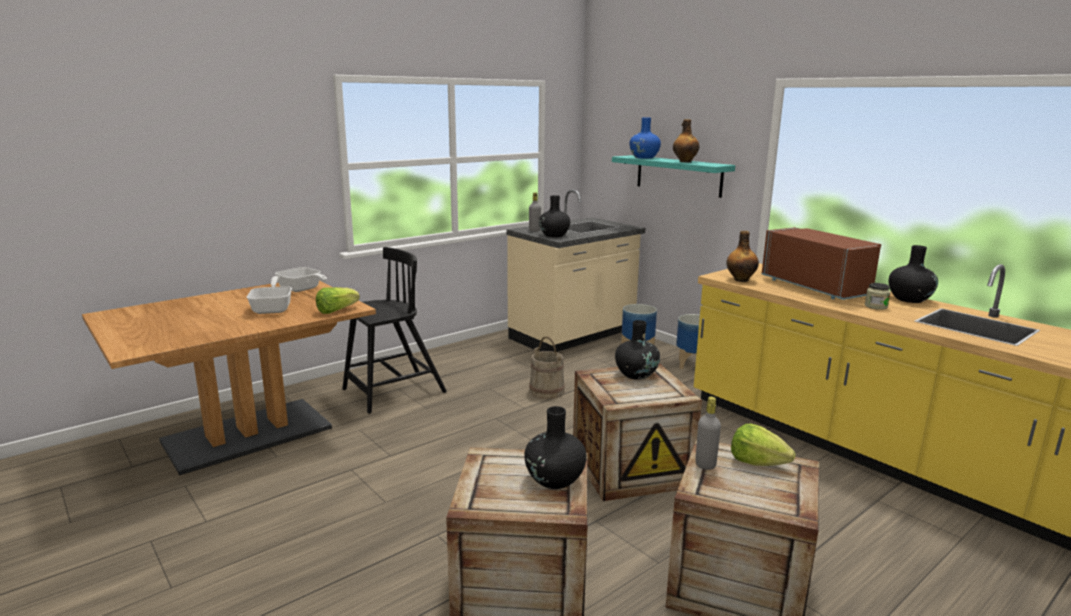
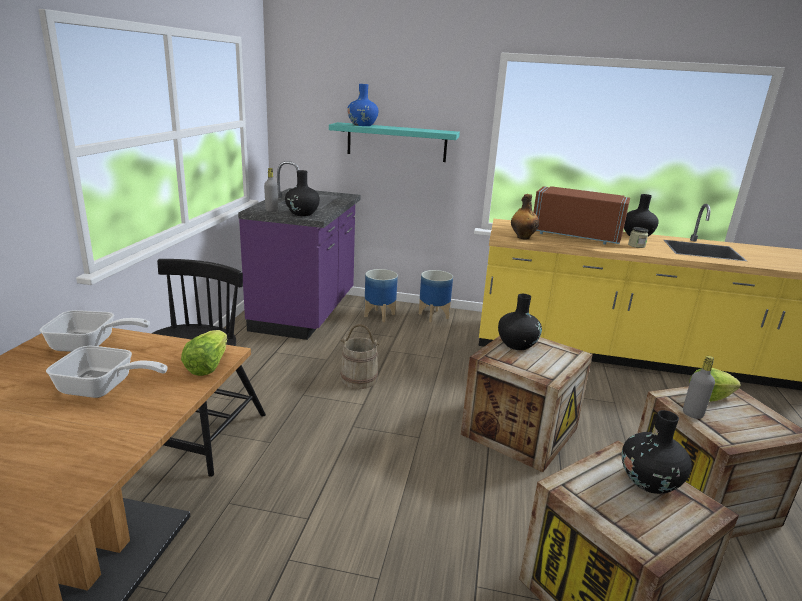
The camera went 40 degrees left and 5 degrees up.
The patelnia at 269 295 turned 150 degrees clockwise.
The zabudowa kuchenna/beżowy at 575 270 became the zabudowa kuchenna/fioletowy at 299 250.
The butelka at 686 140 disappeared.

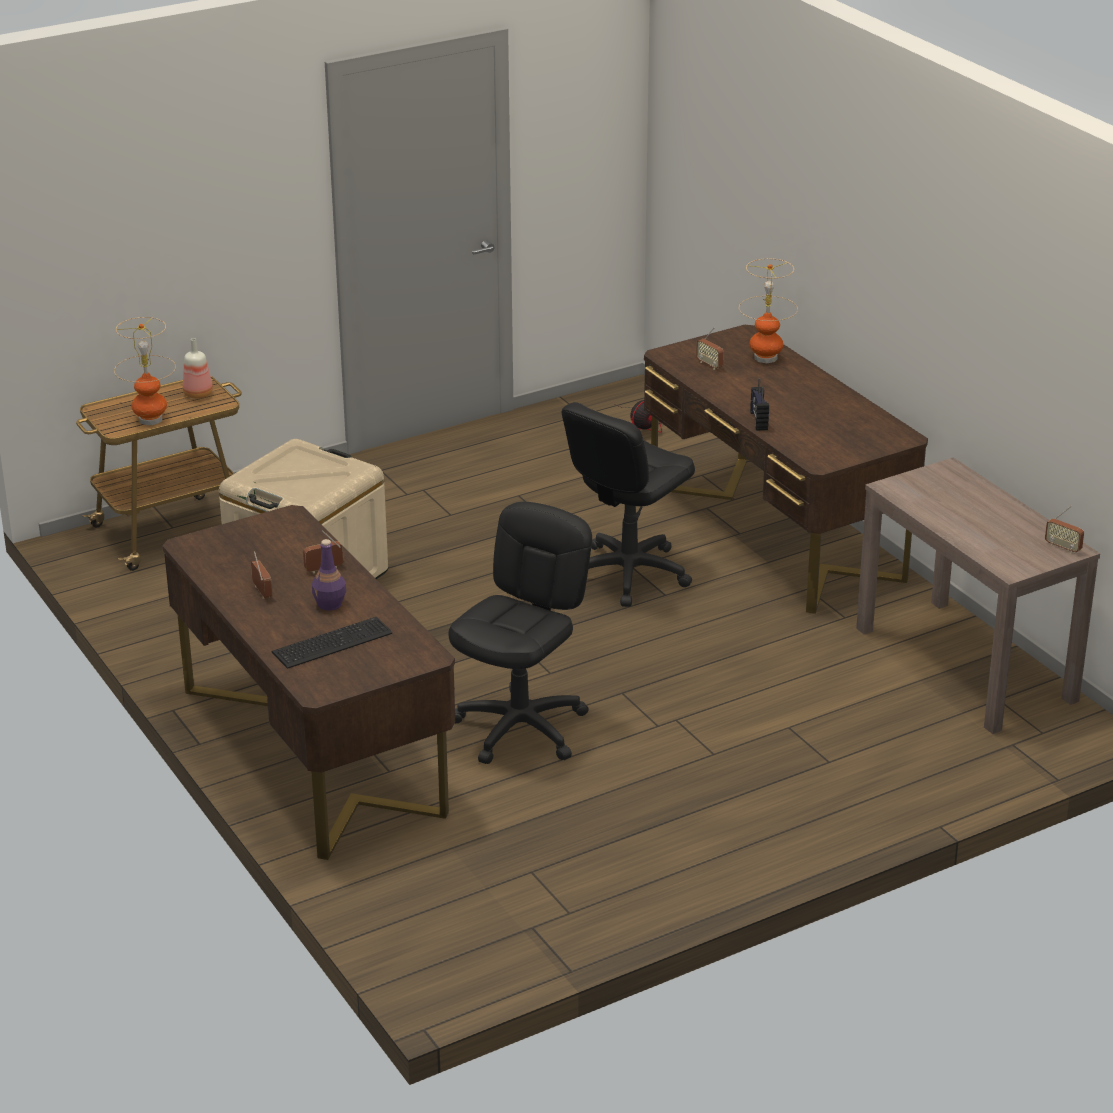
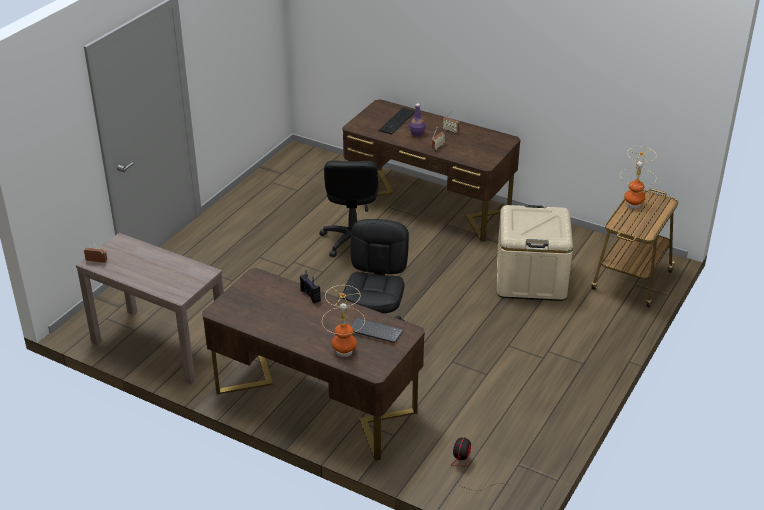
The camera went 150 degrees right and 5 degrees up.
The radio at 710 348 was replaced by the klawiatura at 377 330.
The butelka at 198 368 disappeared.

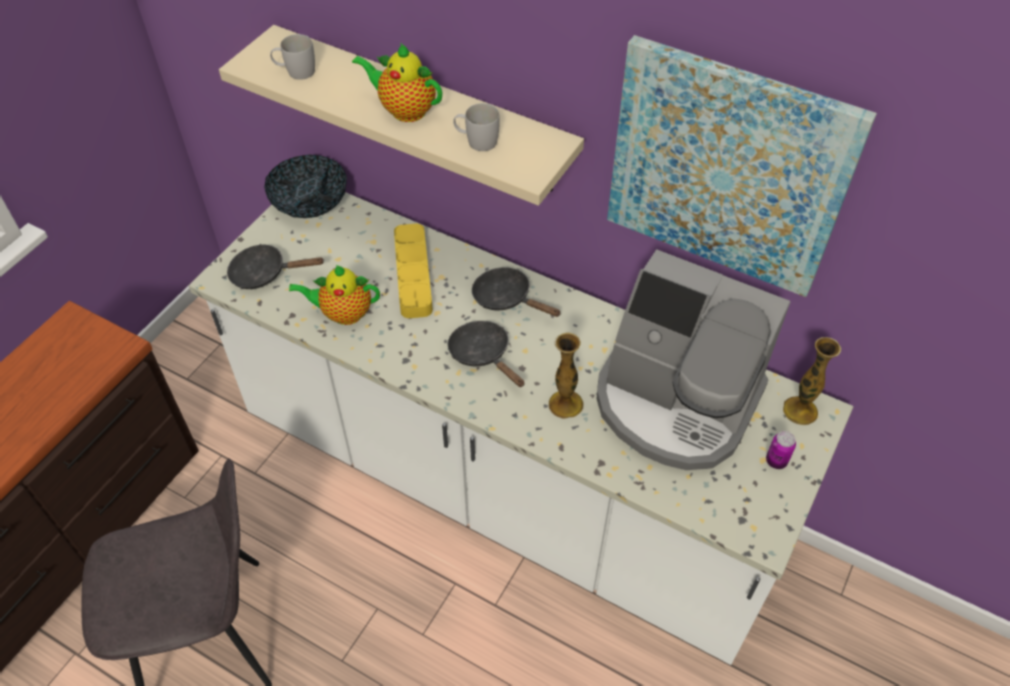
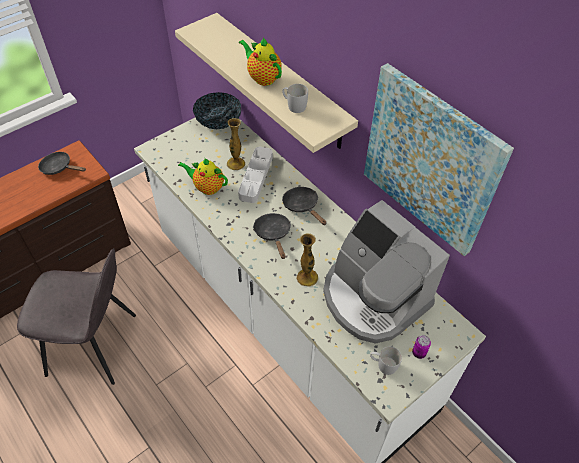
The camera went 20 degrees right and 0 degrees up.
The patelnia/czarny moved from 276 266 to 62 163.
The wazon moved from 812 381 to 236 144.
The taca/żółty at 413 271 became the taca/szary at 255 175.
The kubek/biały moved from 292 57 to 386 360.

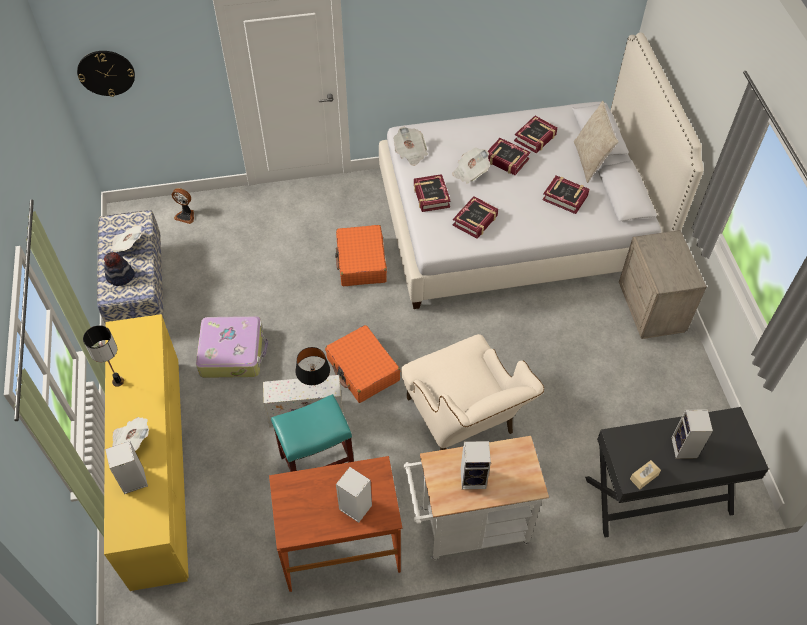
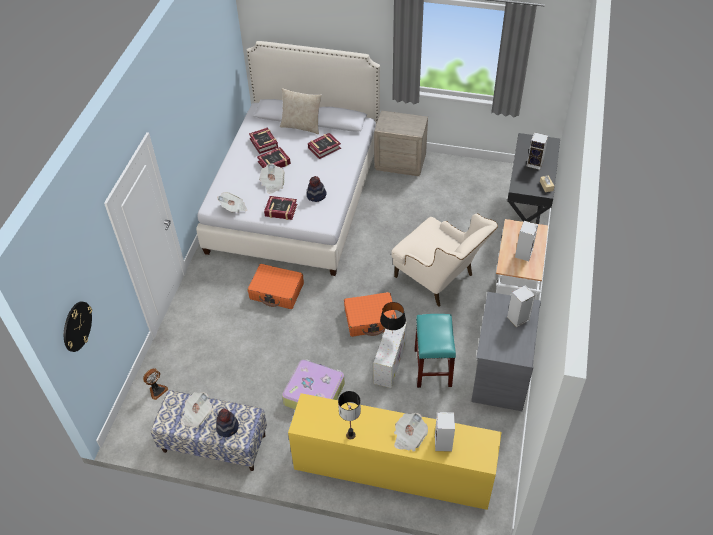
The camera went 65 degrees left and 5 degrees down.
The książka at 475 217 was replaced by the kapelusz at 317 189.
The fotel/beżowy at 472 392 turned 45 degrees clockwise.
The biurko/brązowy at 335 524 became the biurko/szary at 506 351.

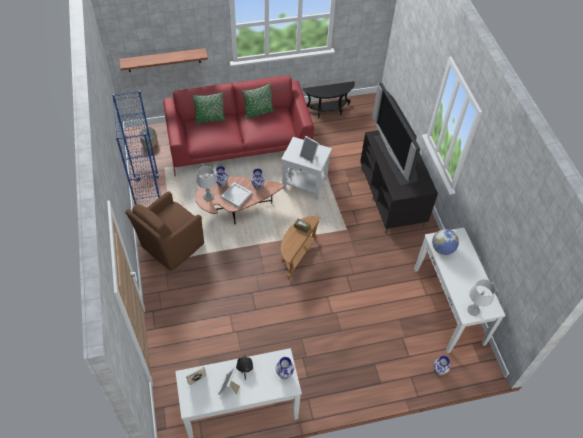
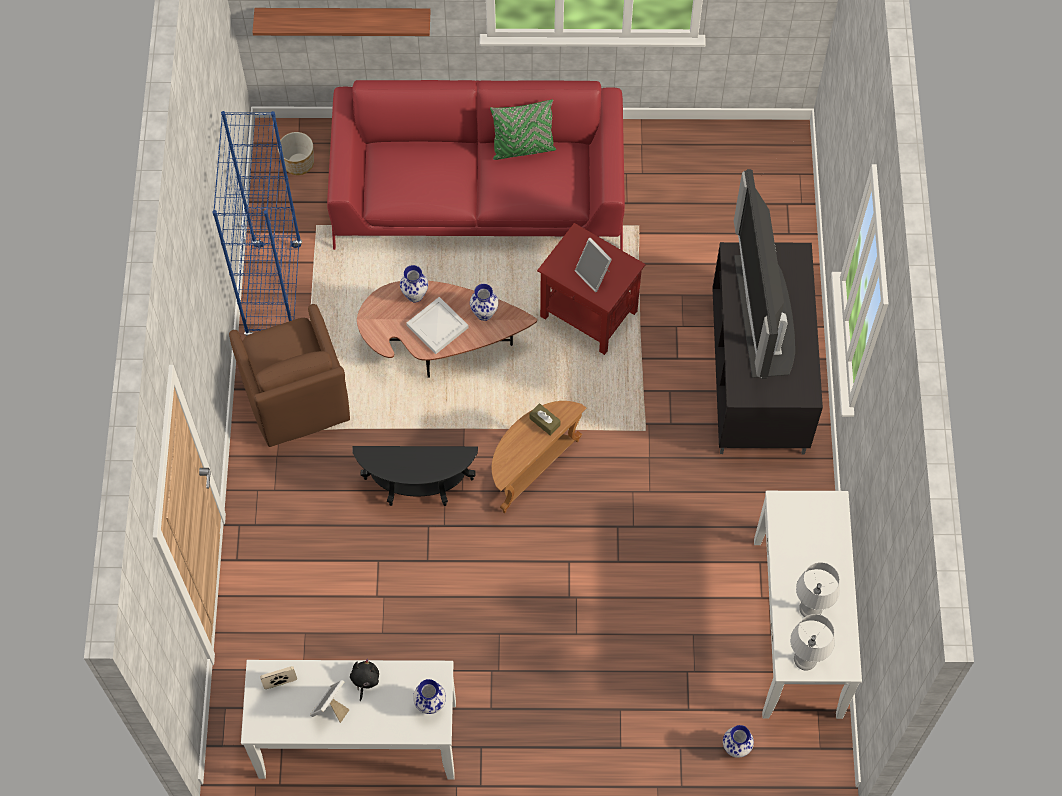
The camera went 15 degrees right and 10 degrees up.
The fotel/brązowy at 164 231 turned 75 degrees counterclockwise.
The stolik/czarny moved from 329 100 to 415 476.
The stolik/biały at 306 168 became the stolik/czerwony at 591 289.
The lampa stołowa/szary moved from 206 183 to 818 589.
The poduszka/zielony at 209 108 disappeared.
The globus at 445 242 disappeared.

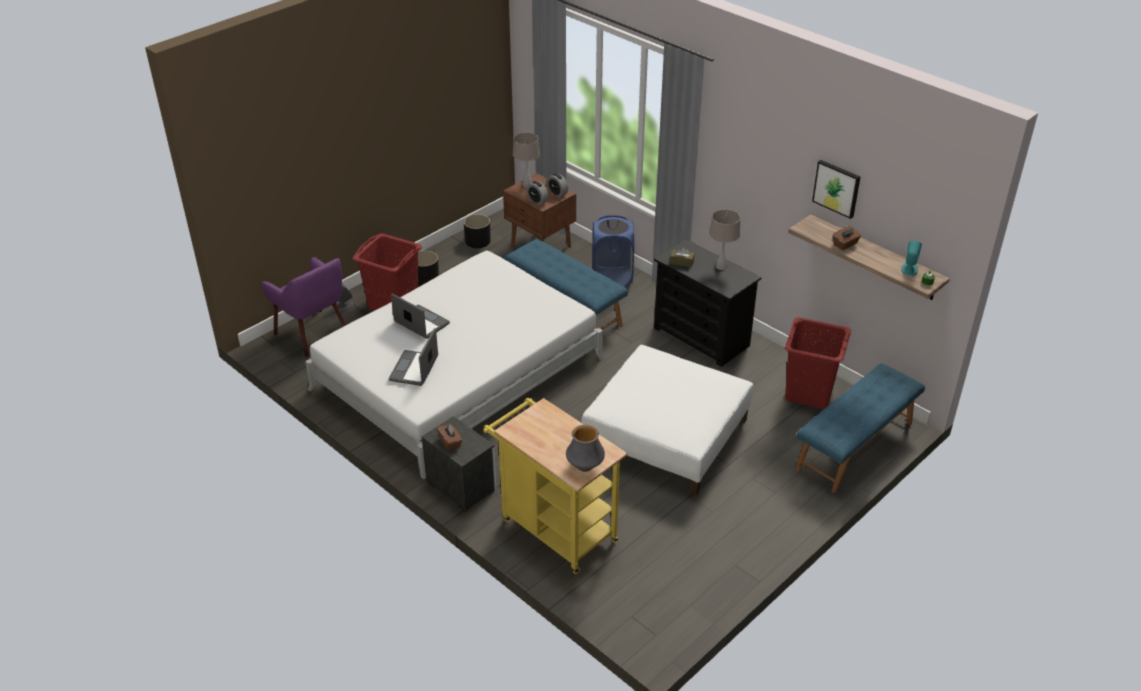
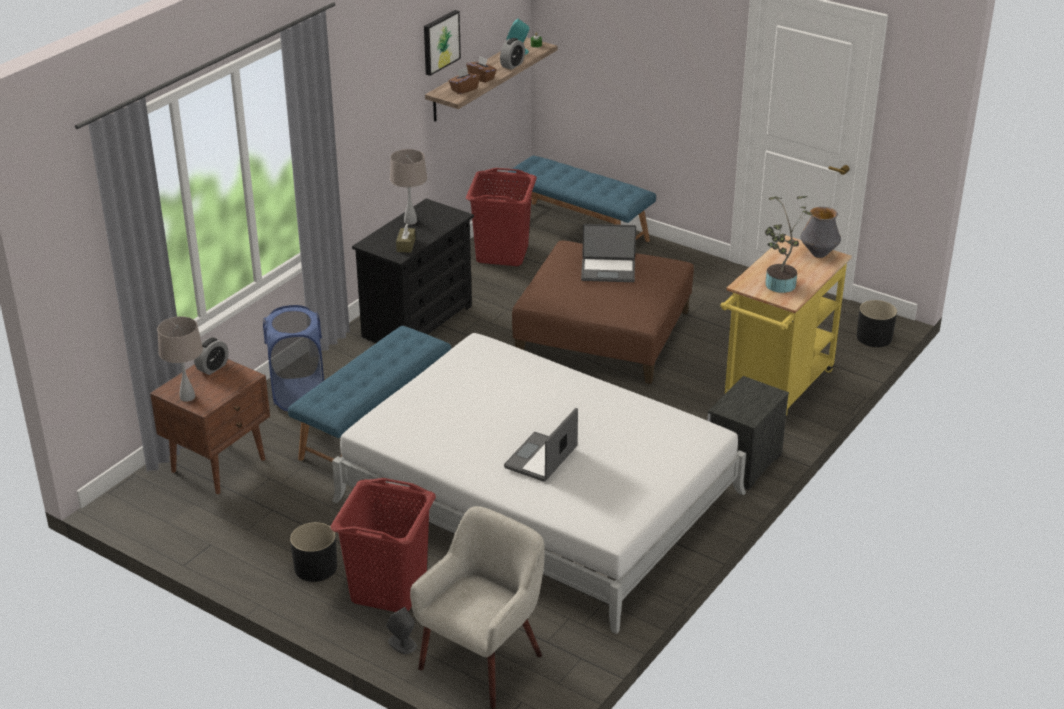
The camera went 100 degrees left and 5 degrees down.
The fotel/fioletowy at 304 307 became the fotel/beżowy at 477 607.
The pudełko chusteczek/brązowy moved from 449 437 to 464 80.
The budzik moved from 537 193 to 512 54.
The pufa/biały at 667 420 became the pufa/brązowy at 603 312.
The laptop moved from 413 357 to 608 253.
The roślina doniczkowa at 788 244 appeared.
The donica/czarny moved from 477 231 to 877 323.

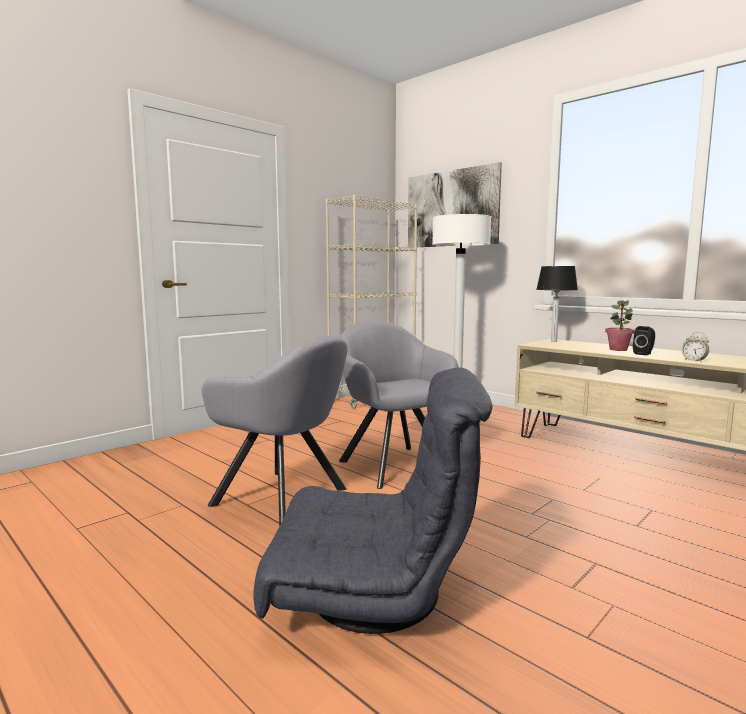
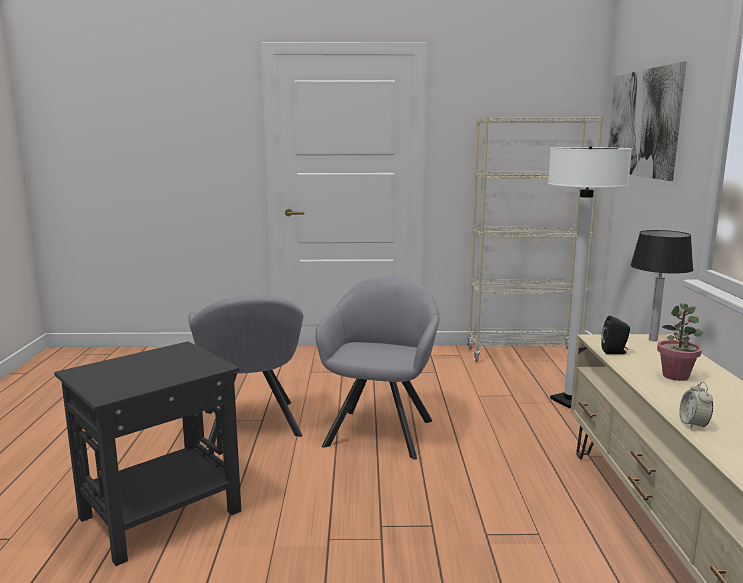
The camera went 45 degrees right and 5 degrees up.
The fotel/szary at 373 500 was replaced by the stolik/czarny at 147 453.
The głośnik/czarny moved from 644 340 to 615 335.

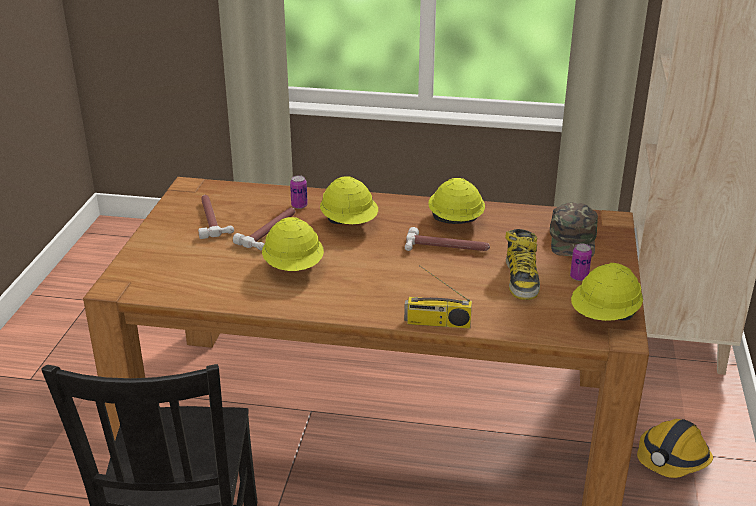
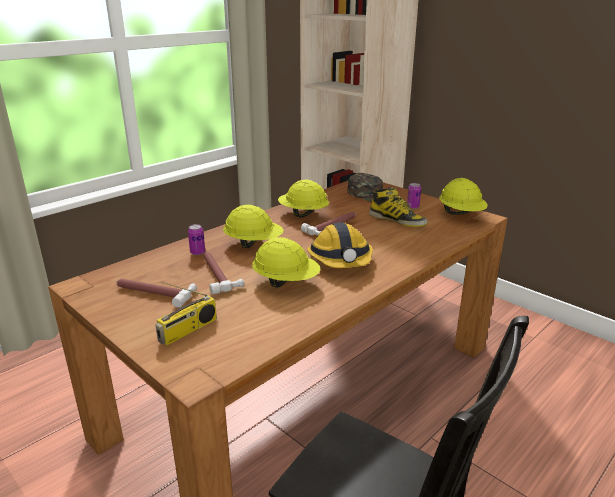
The camera went 55 degrees left and 5 degrees down.
The radio moved from 438 297 to 186 314.
The kask moved from 675 448 to 340 245.

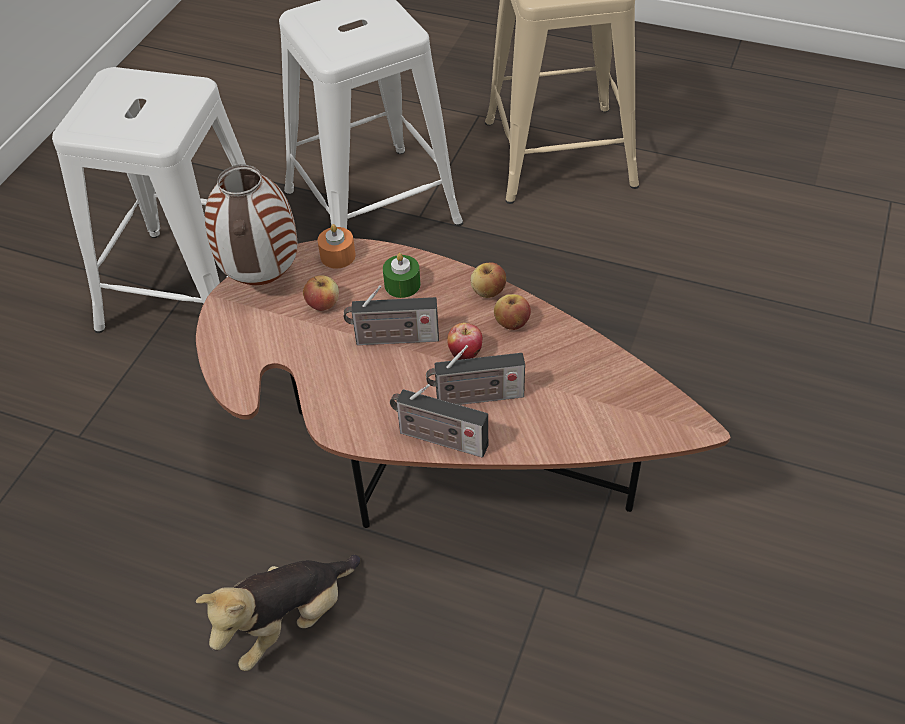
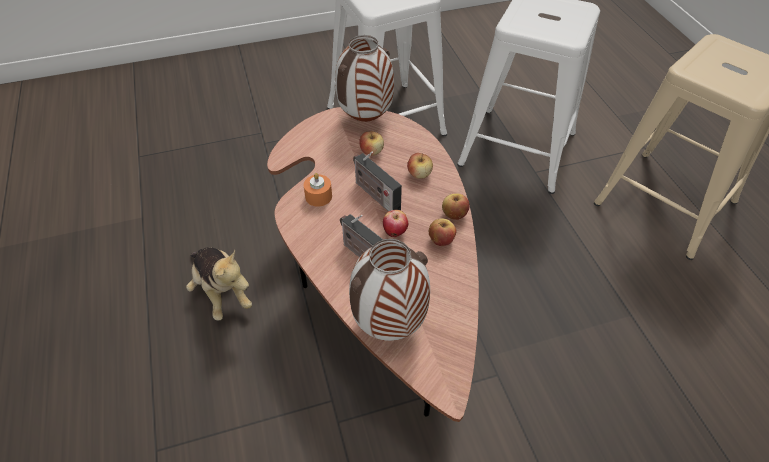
The camera went 50 degrees right and 0 degrees up.
The pluszak at 278 613 turned 135 degrees counterclockwise.
The świeca/pomarańczowy moved from 337 246 to 318 190.
The wazon at 389 290 appeared.
The świeca/zielony at 402 275 was replaced by the jabłko at 420 166.
The radio at 439 421 disappeared.

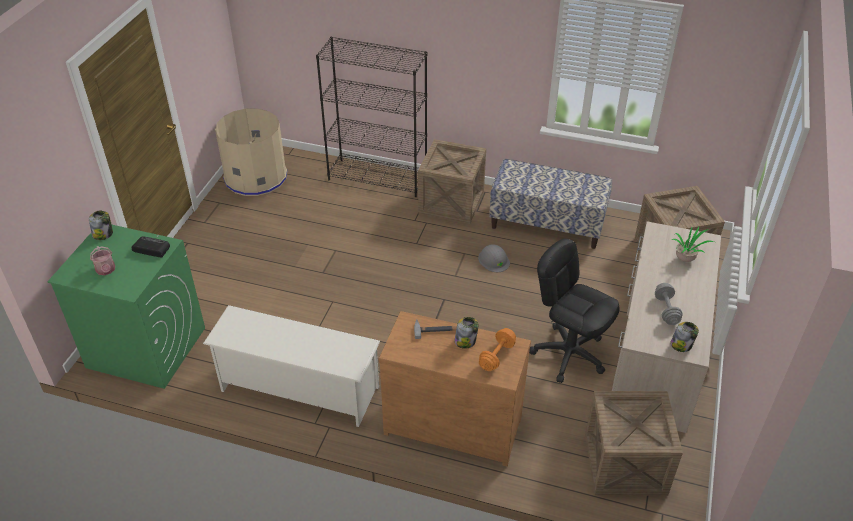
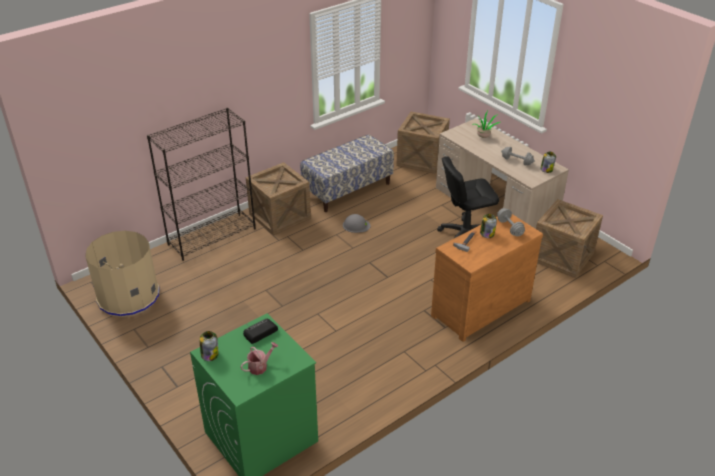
The camera went 55 degrees left and 5 degrees down.
The konewka at 102 260 turned 45 degrees counterclockwise.
The hantel/pomarańczowy at 497 349 became the hantel/szary at 511 222.
The regał na buty/biały at 291 366 disappeared.

